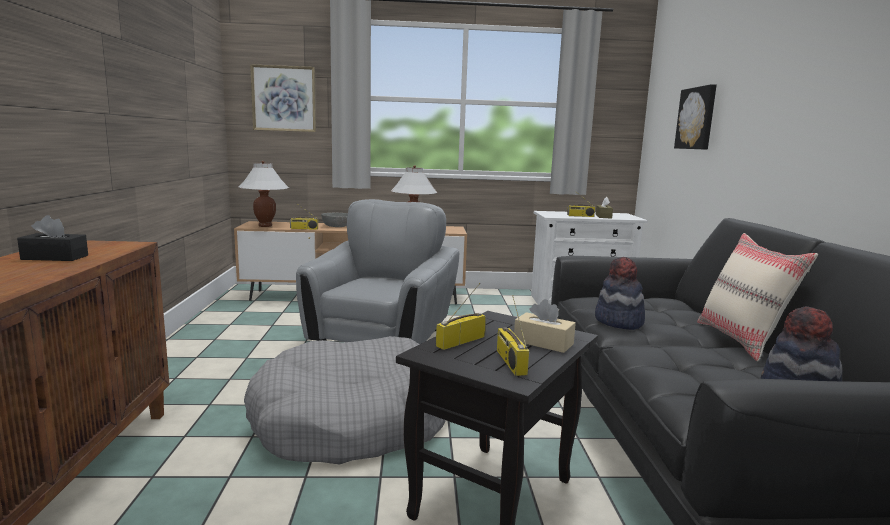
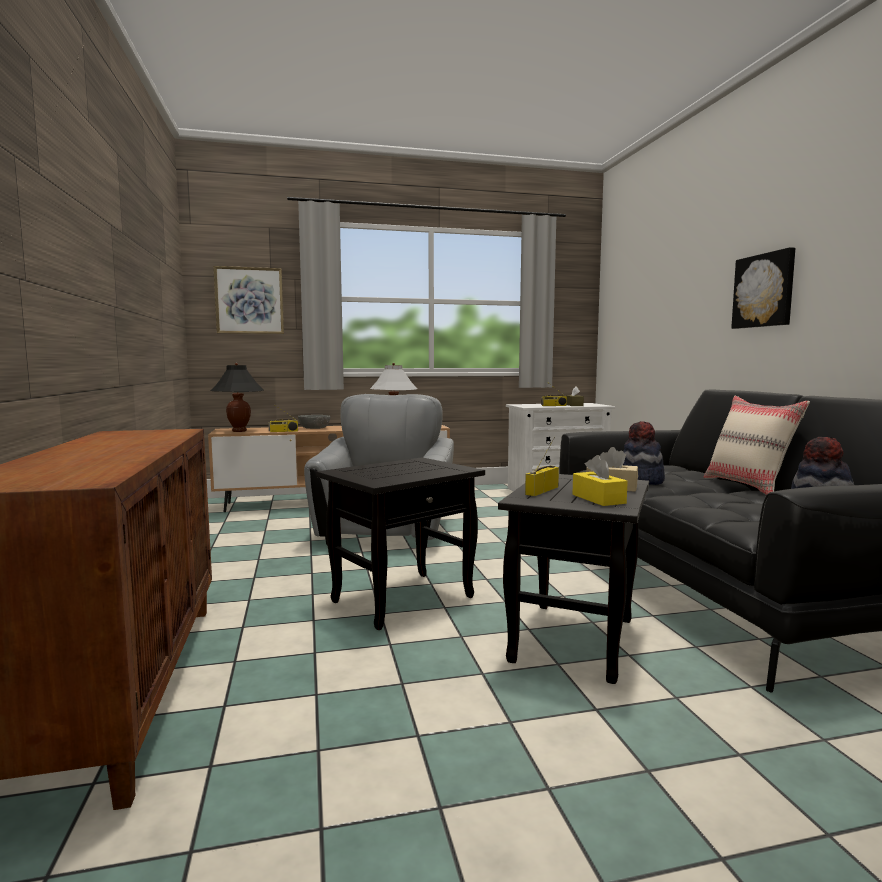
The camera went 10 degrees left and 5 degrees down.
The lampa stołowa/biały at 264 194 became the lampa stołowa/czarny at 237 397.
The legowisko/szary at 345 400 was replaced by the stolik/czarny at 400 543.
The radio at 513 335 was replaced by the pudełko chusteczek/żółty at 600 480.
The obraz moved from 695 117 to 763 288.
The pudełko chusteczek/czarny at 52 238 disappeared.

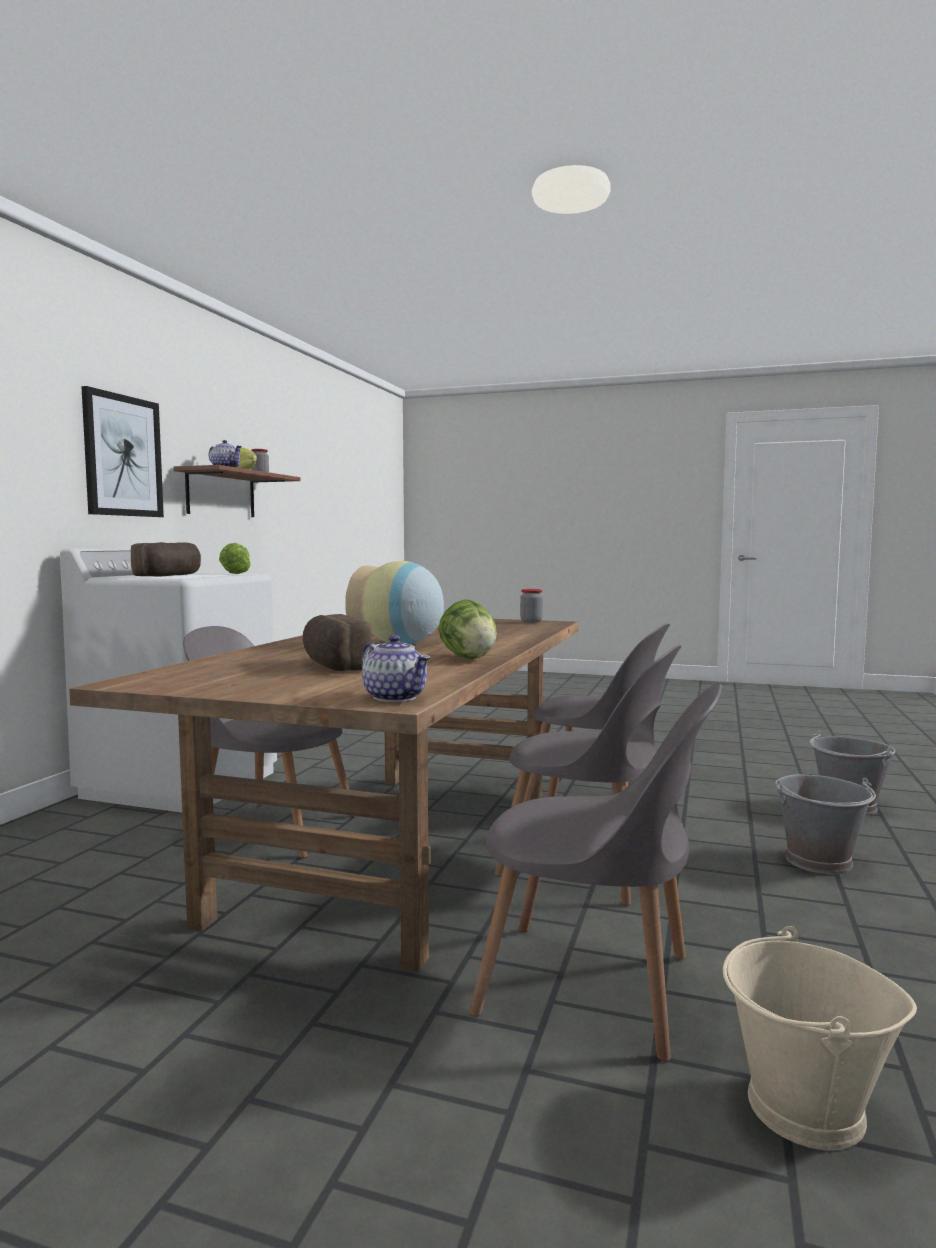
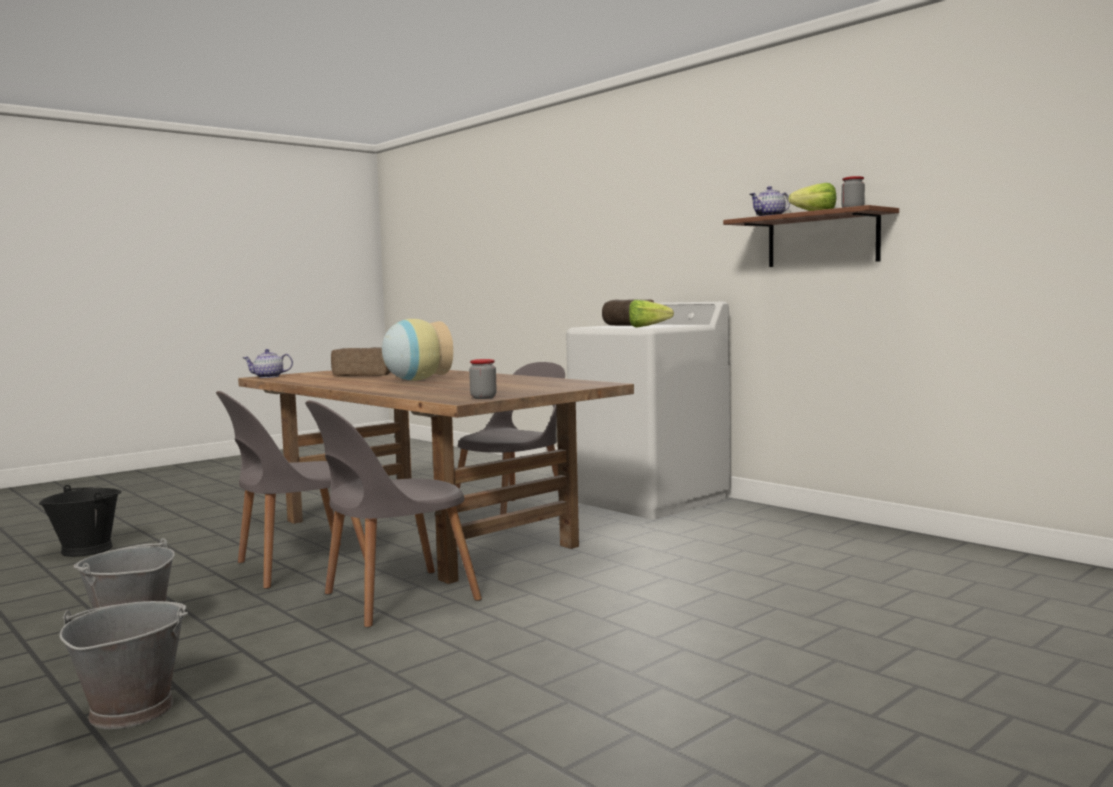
The camera went 120 degrees right and 0 degrees up.
The wiadro/beżowy at 820 1038 became the wiadro/czarny at 80 521.
The obraz at 122 451 disappeared.
The sałata at 467 629 disappeared.
The krzesło/szary at 595 872 disappeared.

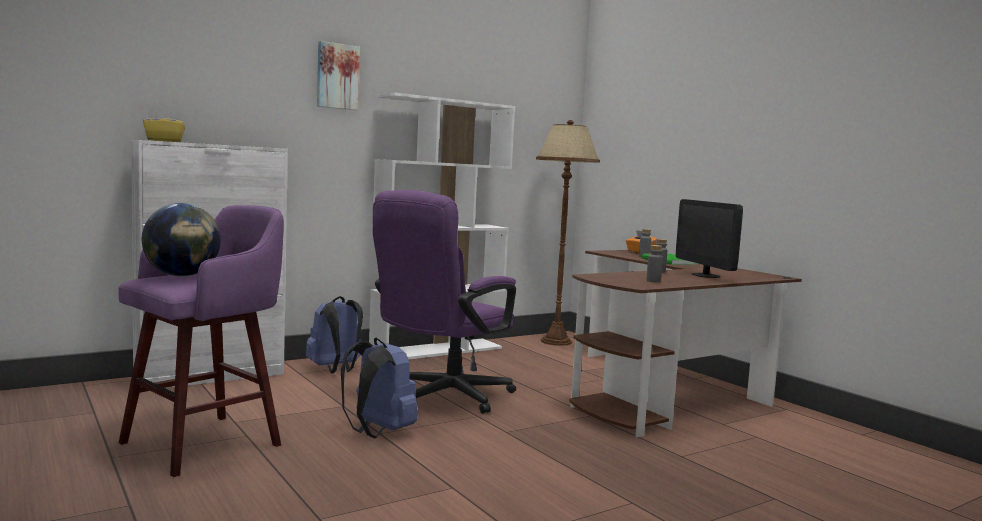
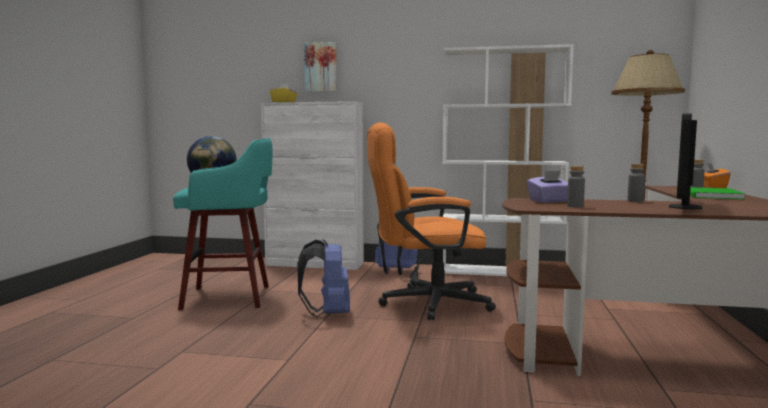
The camera went 45 degrees right and 0 degrees up.
The stołek/fioletowy at 201 341 became the stołek/turkusowy at 223 224.
The obraz moved from 338 75 to 320 67.
The krzesło biurowe/fioletowy at 444 302 became the krzesło biurowe/pomarańczowy at 431 221.
The pudełko chusteczek/fioletowy at 547 187 appeared.

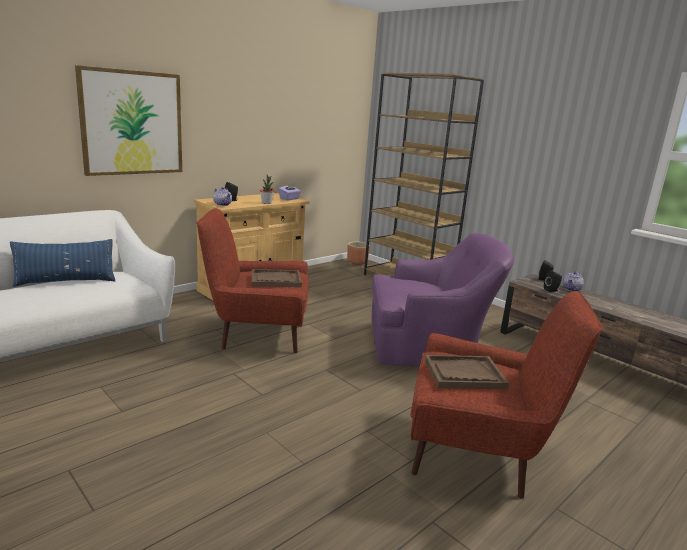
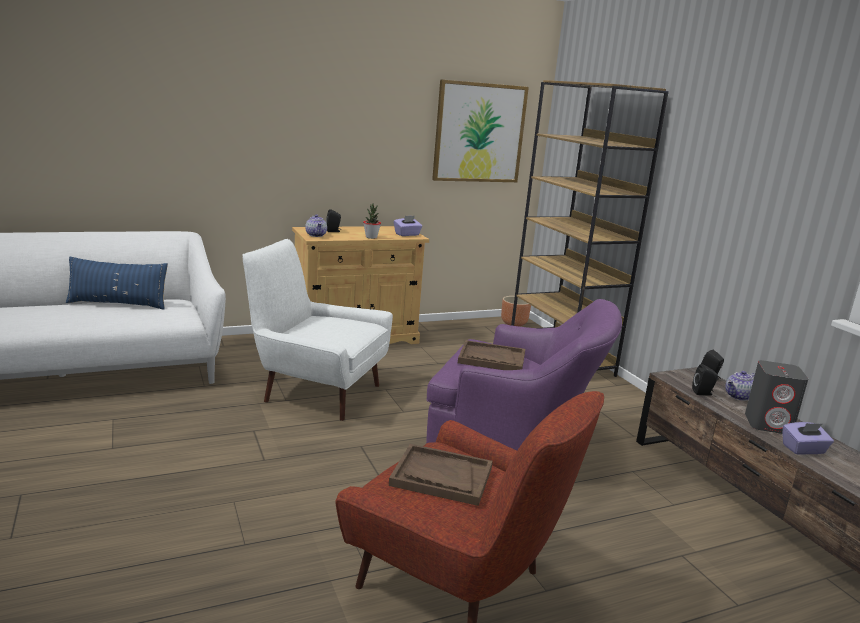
The camera went 20 degrees right and 0 degrees up.
The fotel/czerwony at 252 280 became the fotel/biały at 318 330.
The obraz moved from 128 120 to 480 130.
The taca/brązowy moved from 277 278 to 491 355.
The głośnik/szary at 776 397 appeared.
The pudełko chusteczek/fioletowy at 808 438 appeared.

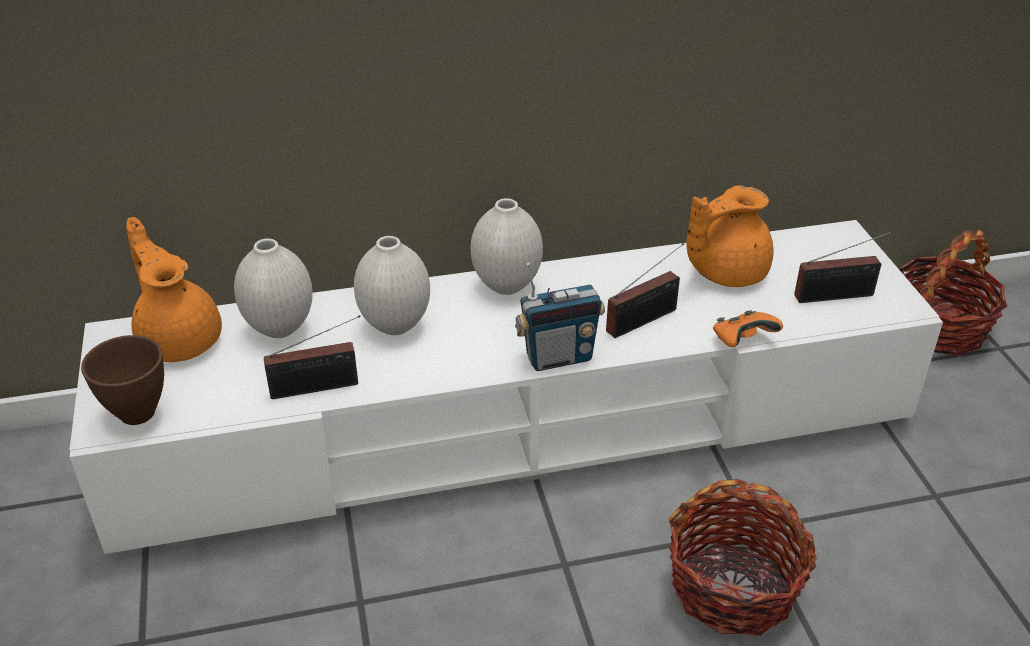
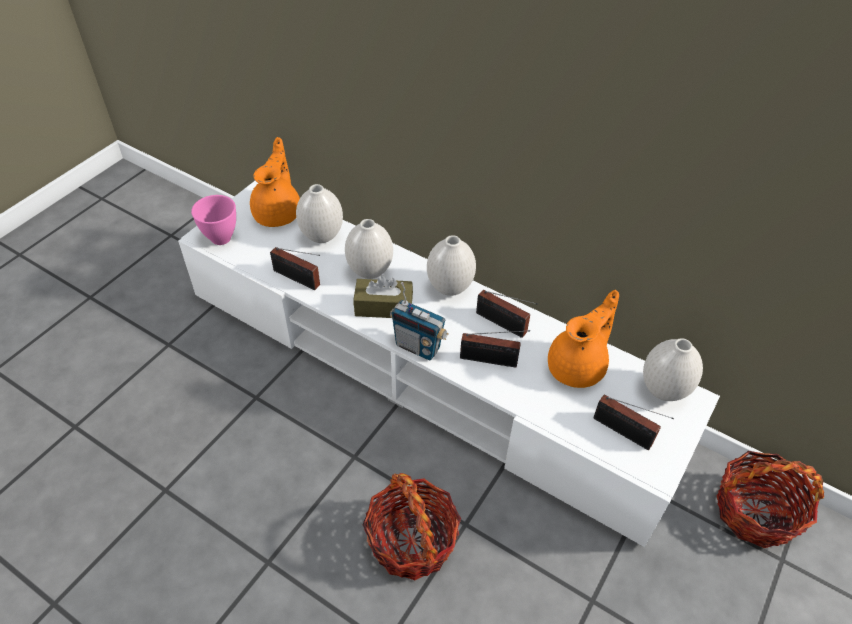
The camera went 45 degrees right and 10 degrees up.
The miska/brązowy at 122 380 became the miska/różowy at 213 220.
The pudełko chusteczek/brązowy at 383 296 appeared.
The radio at 507 314 appeared.
The imbryk/pomarańczowy at 729 236 turned 120 degrees clockwise.
The wazon/biały at 673 369 appeared.
The pad do gier/pomarańczowy at 748 328 disappeared.

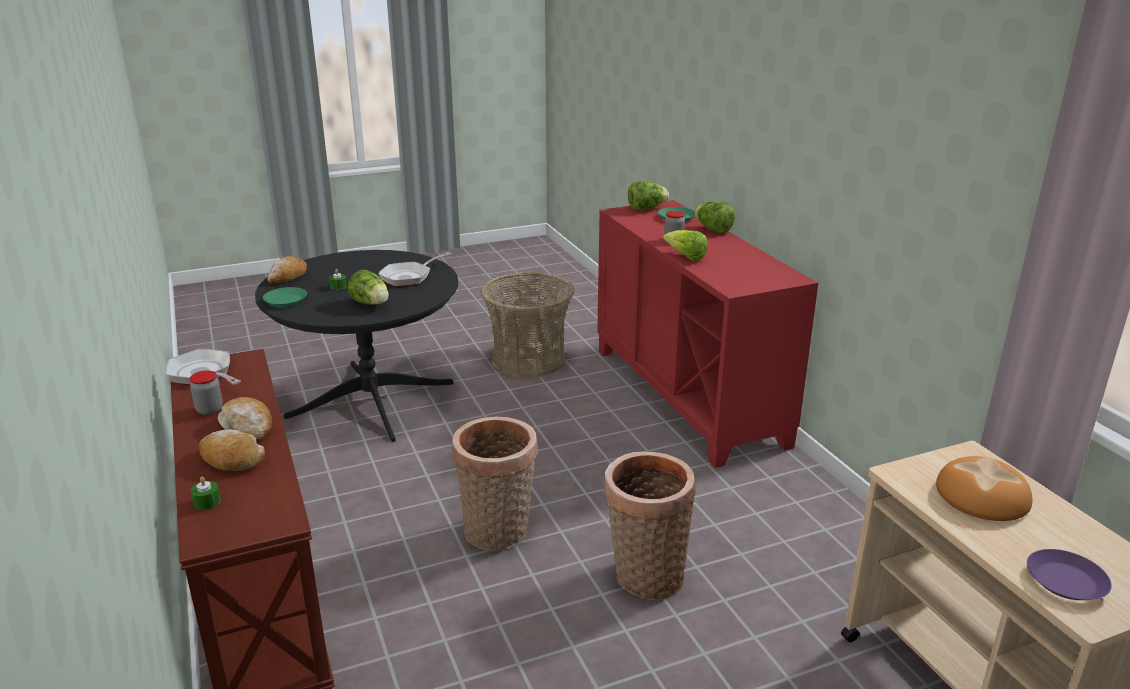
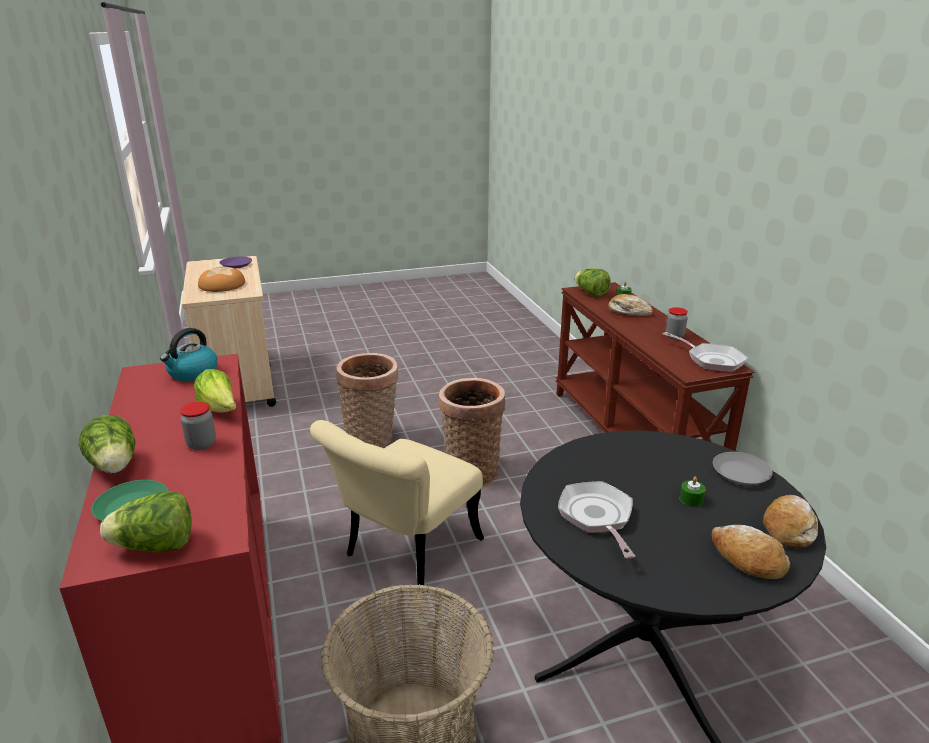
The camera went 175 degrees left and 0 degrees up.
The czajnik at 189 354 appeared.
The krzesło/beżowy at 397 506 appeared.
The patelnia at 414 269 turned 60 degrees counterclockwise.
The sałata moved from 368 287 to 593 282.
The chleb moved from 245 418 to 751 552.
The talerz/zielony at 285 297 became the talerz/szary at 743 468.

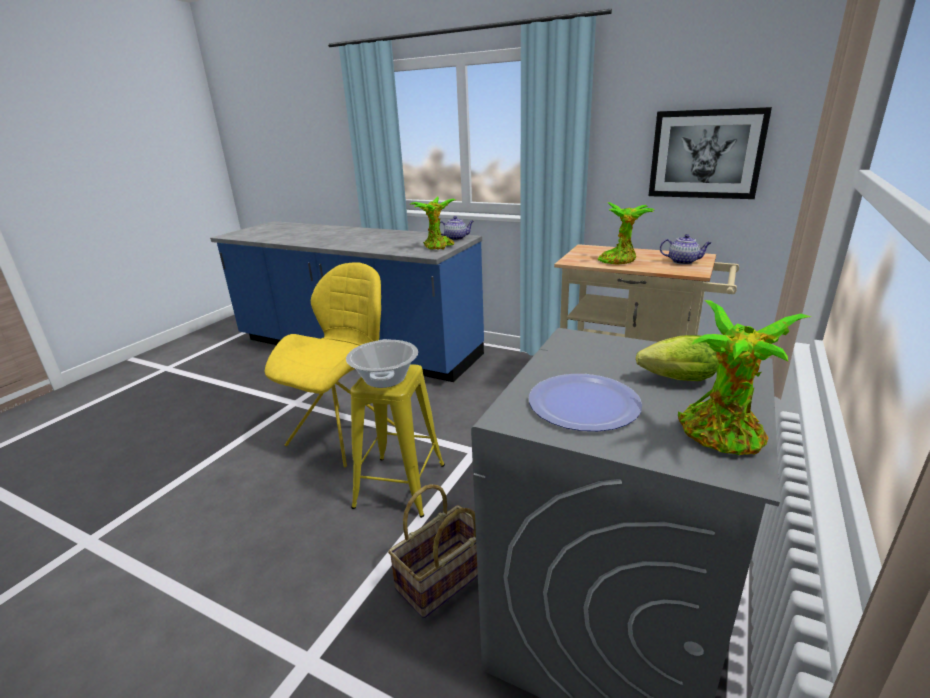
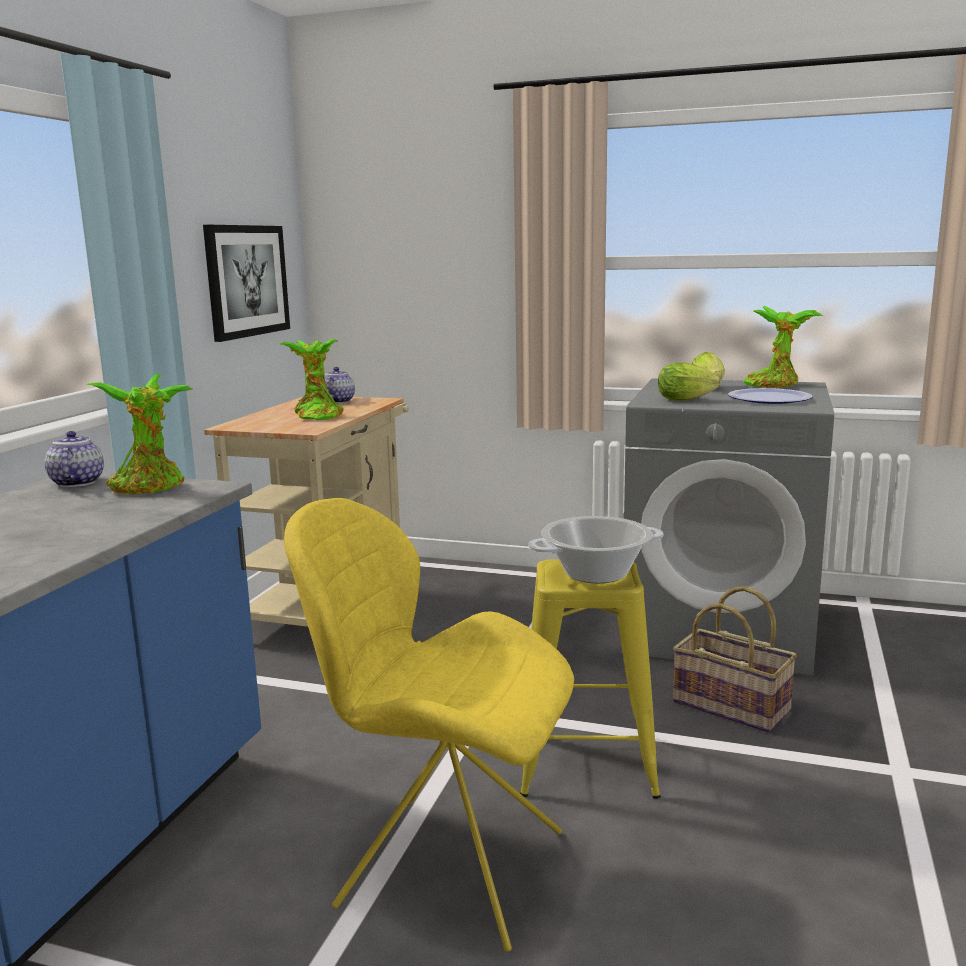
The camera went 100 degrees left and 10 degrees down.
The sałata at 689 382 appeared.

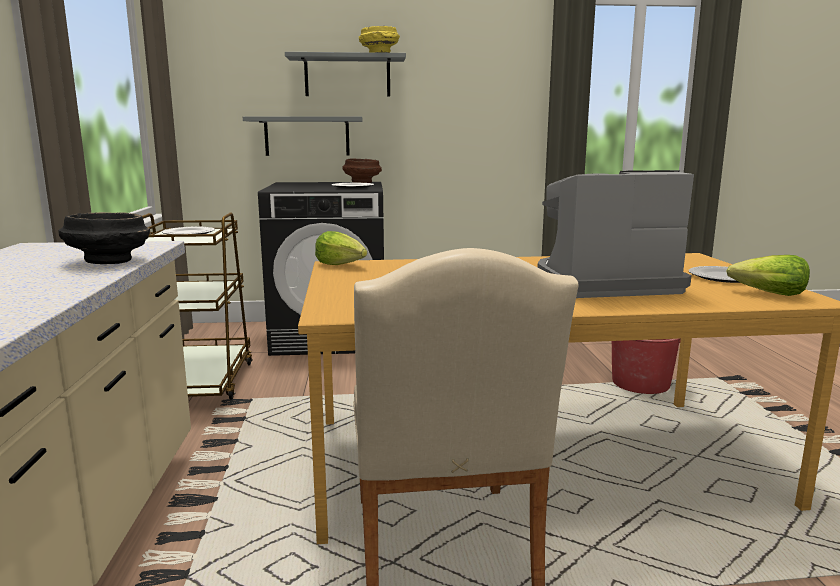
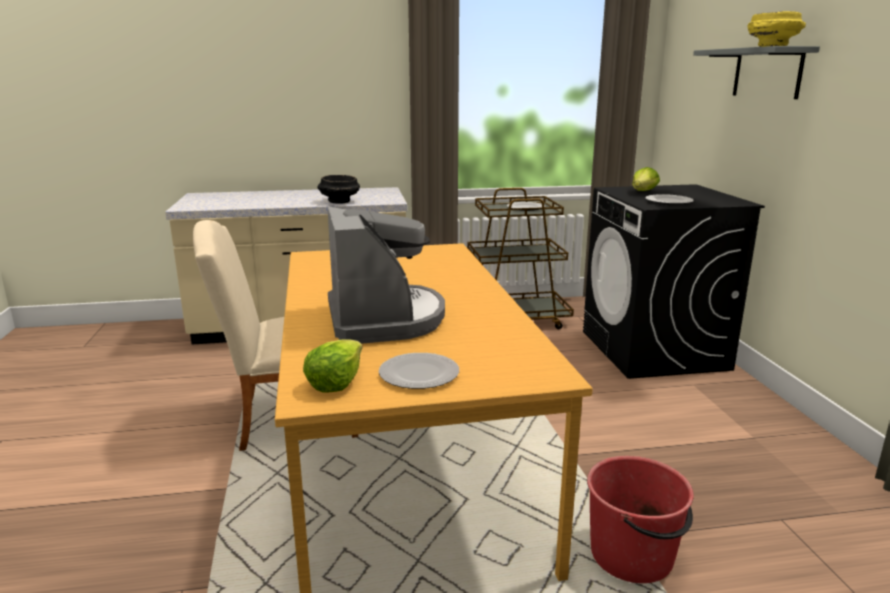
The camera went 85 degrees right and 5 degrees up.
The sałata moved from 341 248 to 646 179.
The półka/szary at 303 136 disappeared.
The miska/brązowy at 362 170 disappeared.

